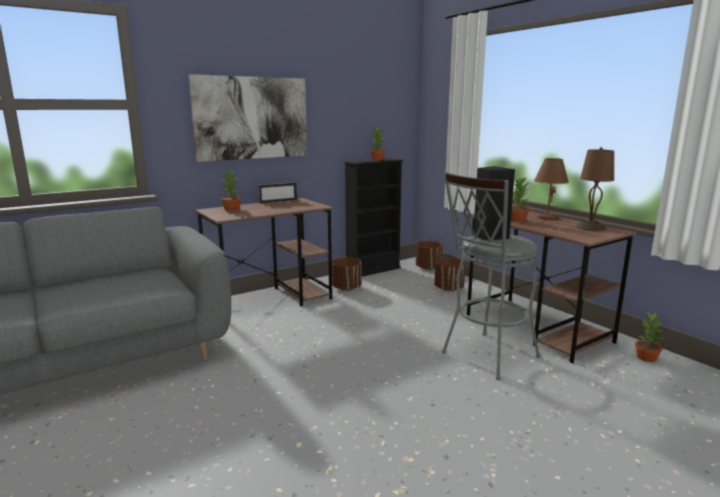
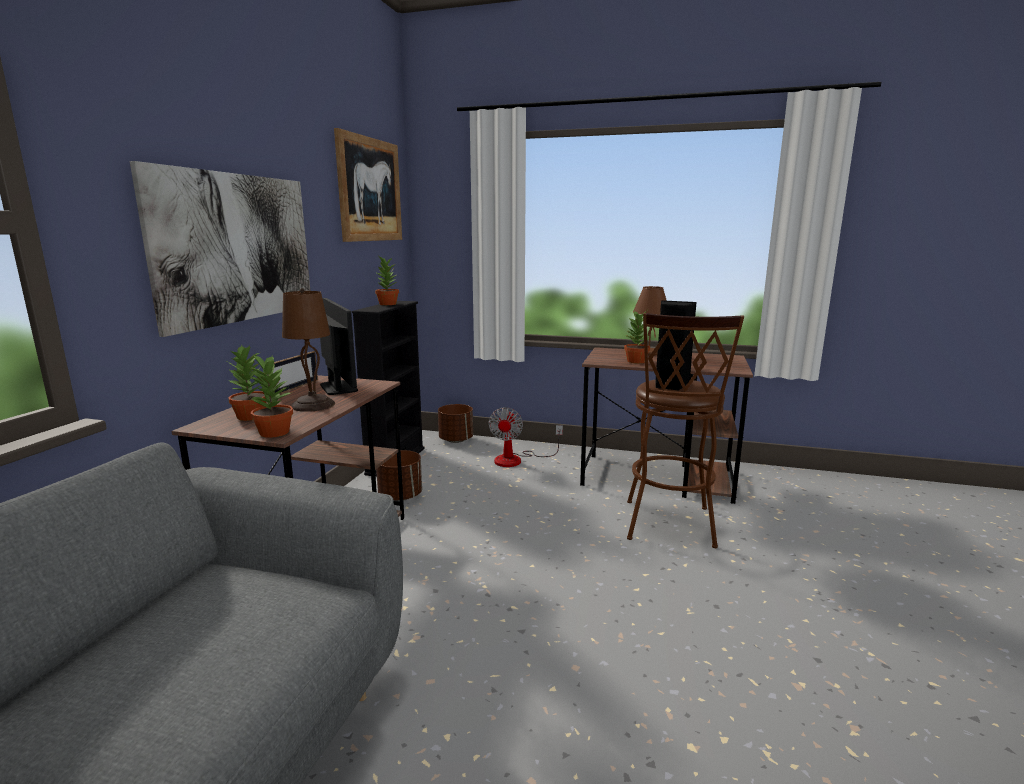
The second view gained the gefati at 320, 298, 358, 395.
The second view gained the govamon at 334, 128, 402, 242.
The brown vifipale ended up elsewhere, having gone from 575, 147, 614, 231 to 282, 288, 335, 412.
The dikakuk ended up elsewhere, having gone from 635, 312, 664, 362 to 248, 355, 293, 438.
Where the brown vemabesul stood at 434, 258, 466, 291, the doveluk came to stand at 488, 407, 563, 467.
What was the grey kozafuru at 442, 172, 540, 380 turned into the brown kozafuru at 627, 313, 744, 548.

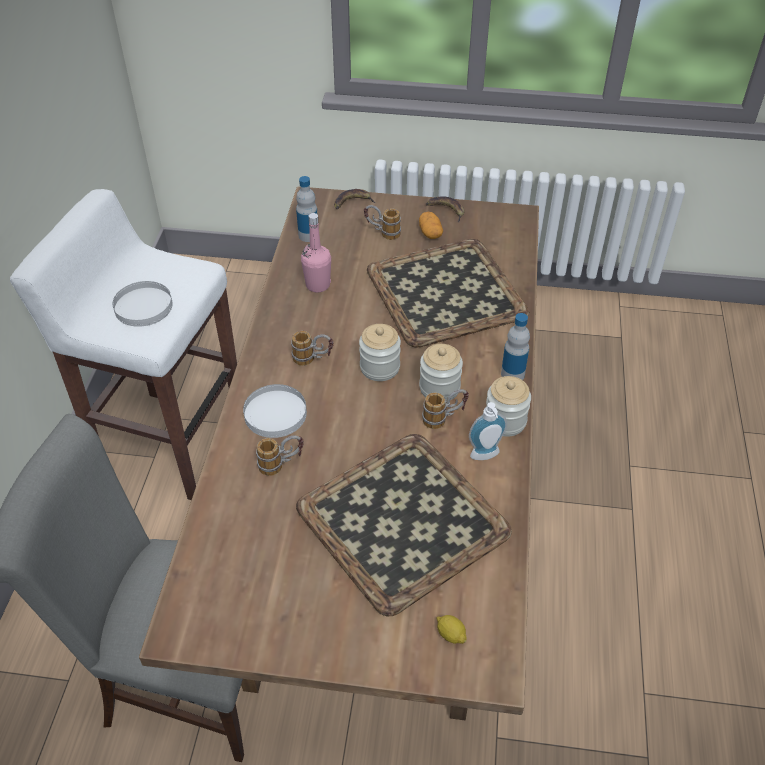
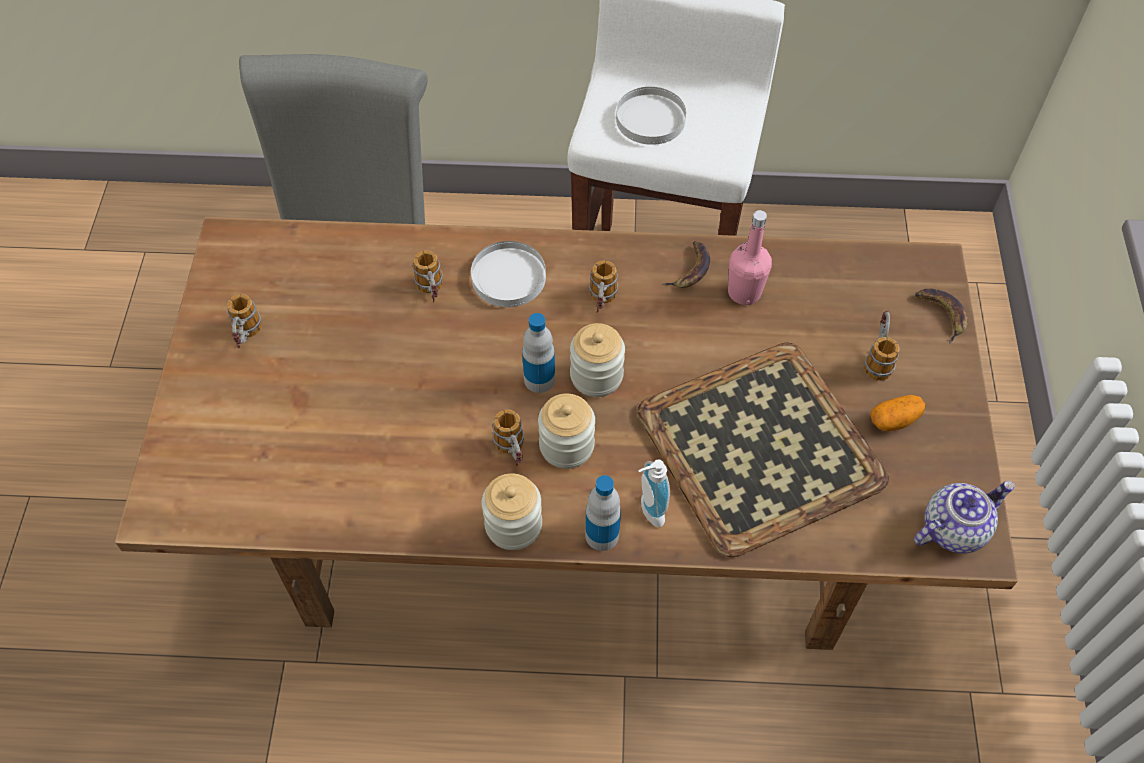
The second view lost the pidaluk at 296, 434, 512, 616.
The second view lost the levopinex at 436, 615, 466, 644.
The second view gained the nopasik at 227, 294, 262, 348.
The second view gained the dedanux at 914, 481, 1015, 553.
The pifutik ended up elsewhere, having gone from 296, 176, 317, 242 to 522, 313, 555, 393.
The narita ended up elsewhere, having gone from 426, 196, 465, 223 to 662, 241, 710, 288.
The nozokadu ended up elsewhere, having gone from 469, 402, 507, 460 to 638, 459, 670, 527.

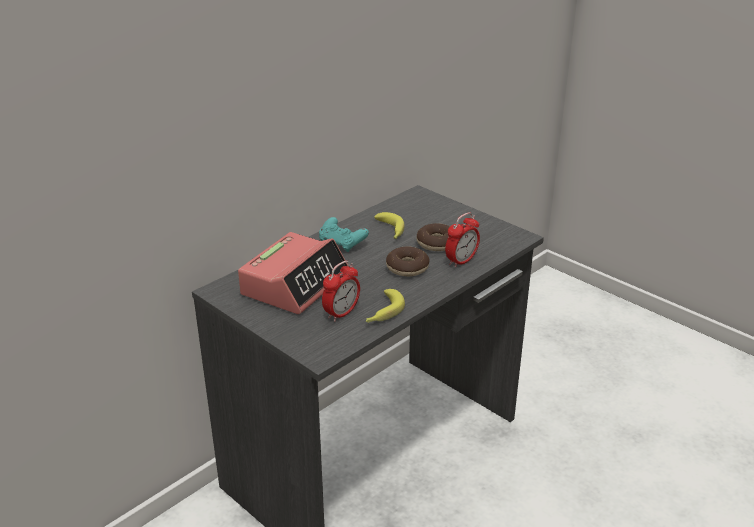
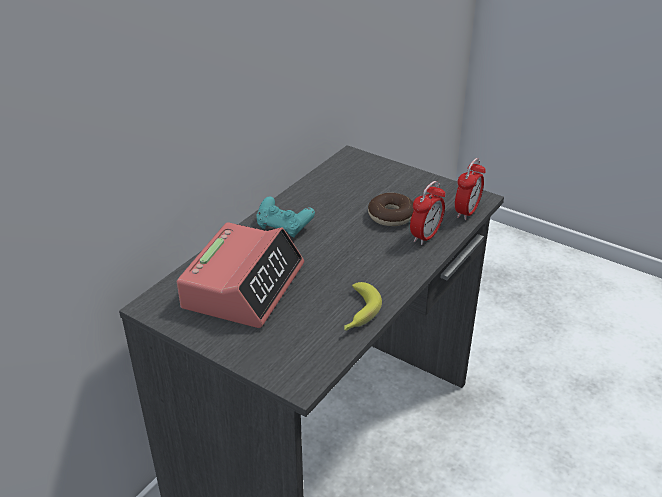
The second view lost the narita at 374, 212, 404, 239.
The second view lost the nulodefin at 386, 247, 429, 276.
The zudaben ended up elsewhere, having gone from 322, 261, 360, 322 to 455, 158, 486, 220.

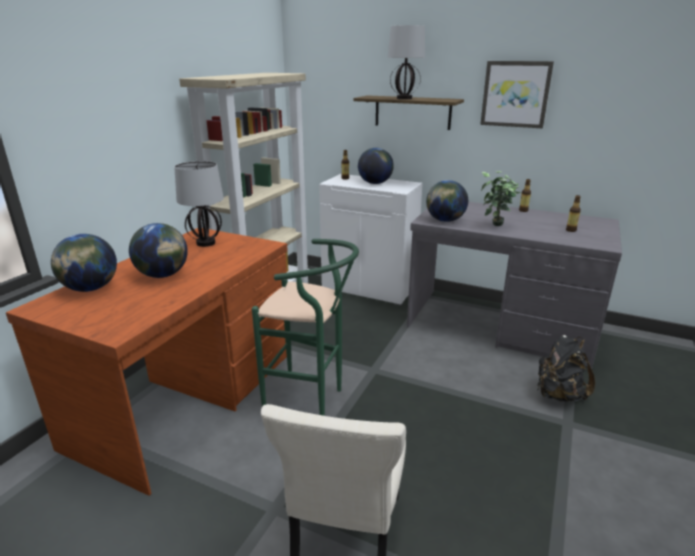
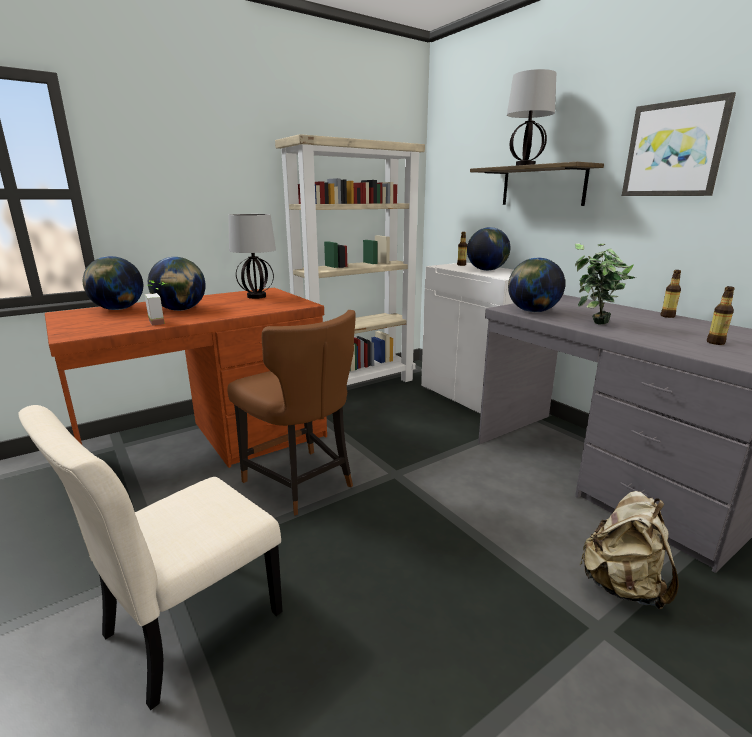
The second view gained the dikakuk at 145, 280, 166, 326.
Where the green kozafuru stood at 252, 239, 359, 416, the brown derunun came to stand at 227, 310, 355, 515.
What was the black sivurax at 537, 335, 595, 402 turned into the beige sivurax at 580, 491, 679, 610.

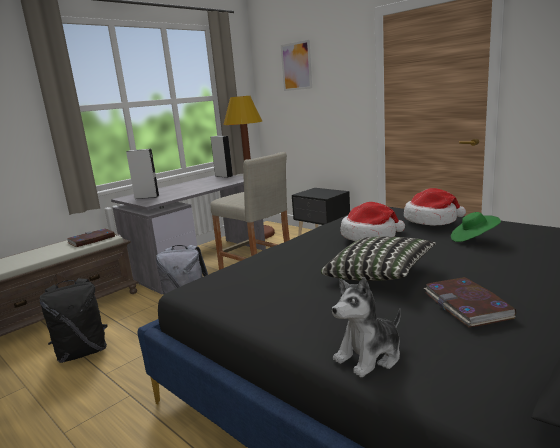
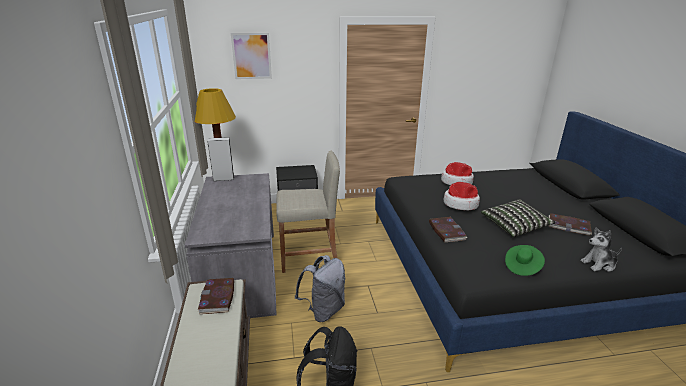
The second view lost the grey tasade at 126, 149, 160, 199.
The second view gained the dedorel at 429, 217, 467, 242.
The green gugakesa ended up elsewhere, having gone from 451, 212, 501, 242 to 505, 245, 545, 276.
The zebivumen at 332, 277, 401, 377 ended up facing another way, 75 degrees clockwise from before.

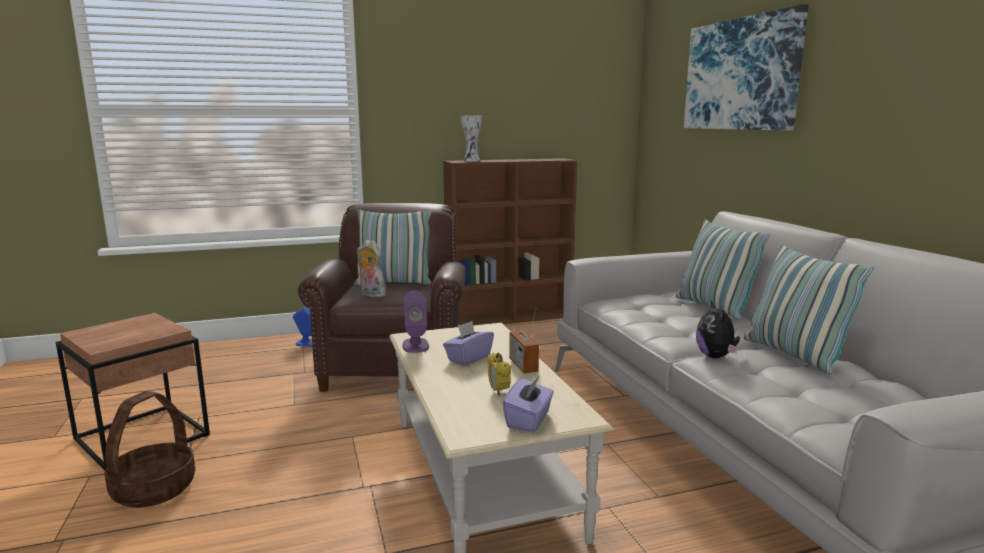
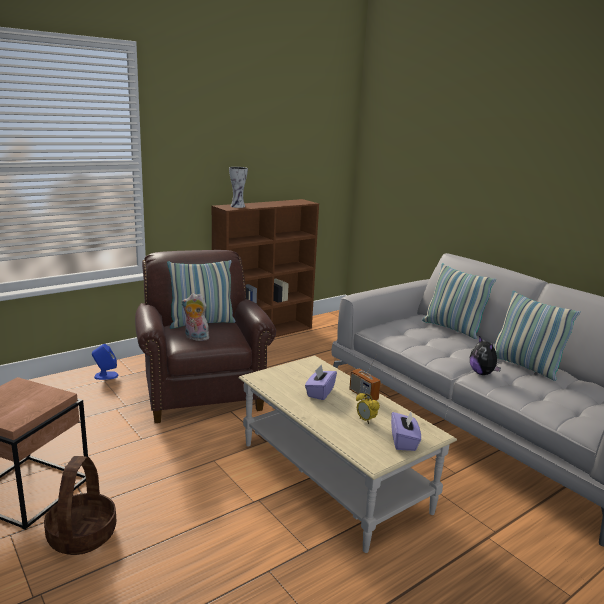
The second view lost the purple tasade at 402, 290, 429, 353.
The second view lost the govamon at 684, 4, 808, 130.

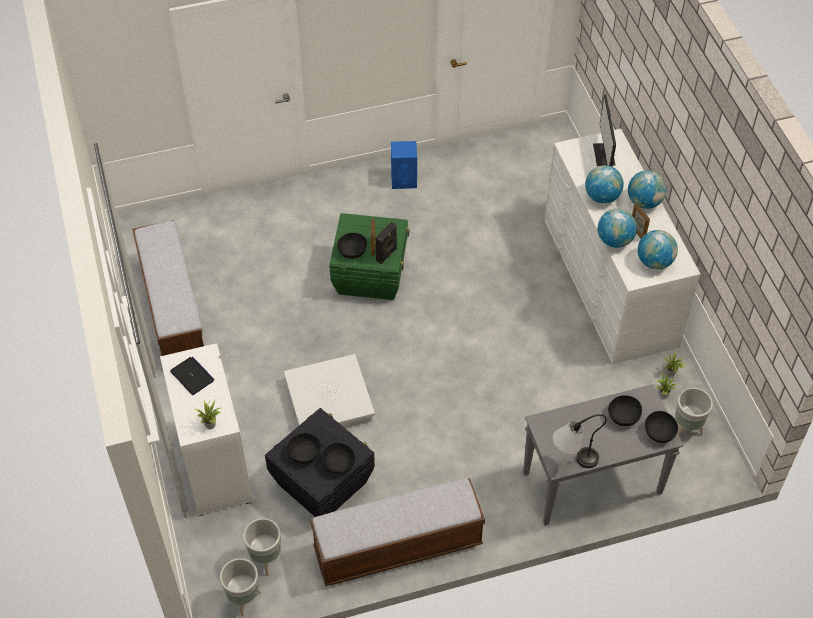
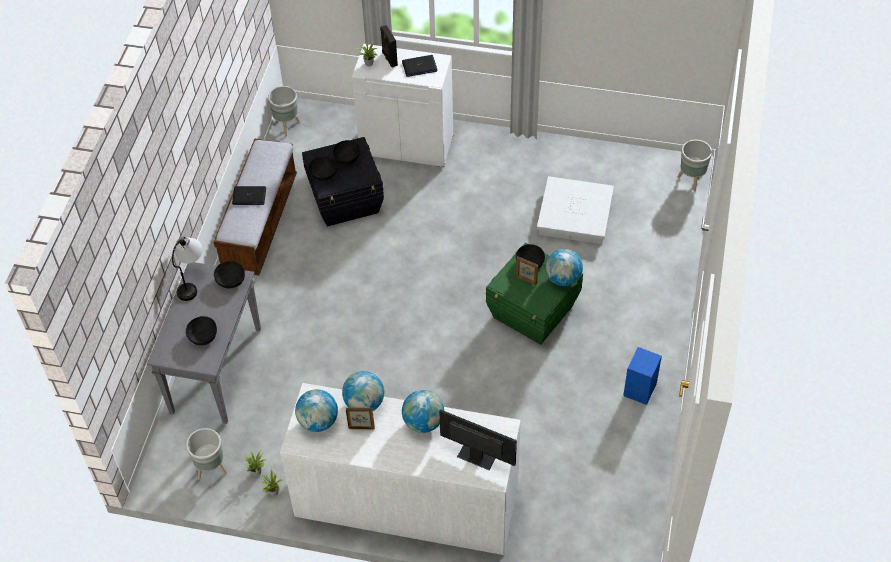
The second view lost the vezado at 132, 220, 204, 356.
The second view gained the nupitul at 232, 186, 266, 205.
The grey vemabesul ended up elsewhere, having gone from 243, 518, 282, 576 to 678, 140, 712, 191.
The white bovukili ended up elsewhere, having gone from 284, 354, 375, 428 to 537, 176, 614, 244.
The black tasade ended up elsewhere, having gone from 375, 222, 397, 264 to 380, 25, 398, 68.
The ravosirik ended up elsewhere, having gone from 628, 171, 667, 209 to 545, 249, 583, 286.
The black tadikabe ended up elsewhere, having gone from 645, 411, 678, 443 to 214, 261, 245, 288.

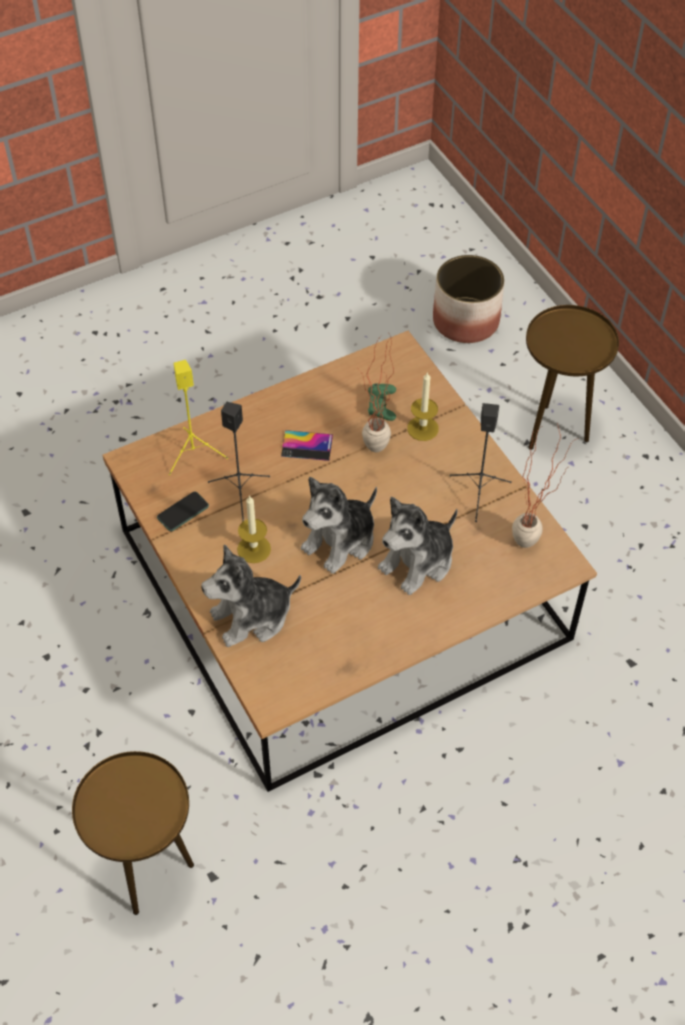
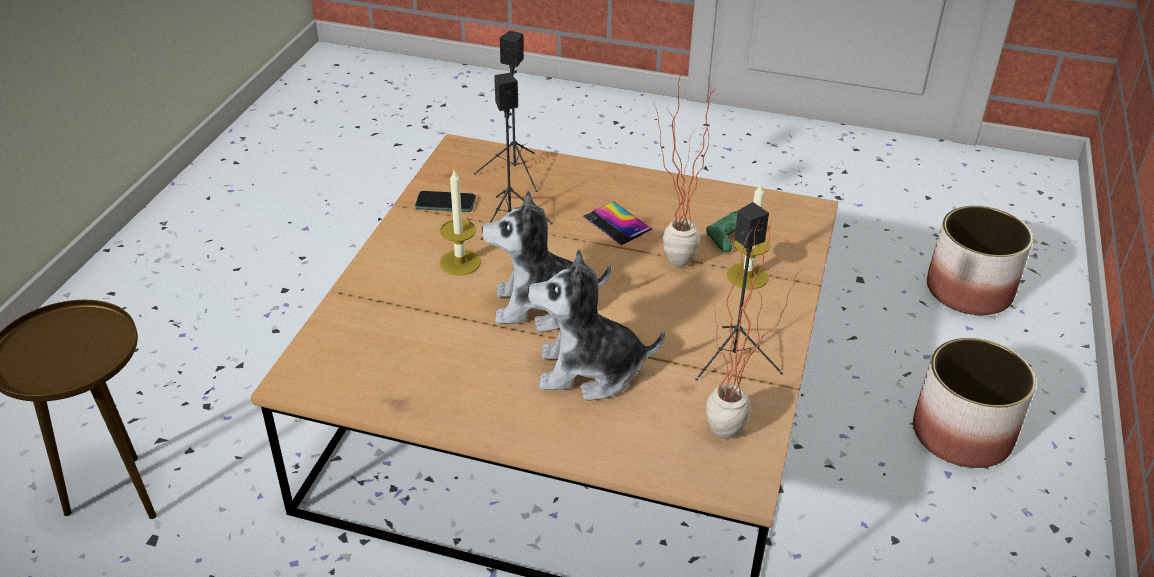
The second view lost the zebivumen at 201, 544, 301, 647.
Where the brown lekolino stood at 526, 305, 619, 450, the vemabesul came to stand at 913, 338, 1036, 468.
What was the yellow tasade at 169, 360, 228, 475 turned into the black tasade at 474, 31, 538, 192.

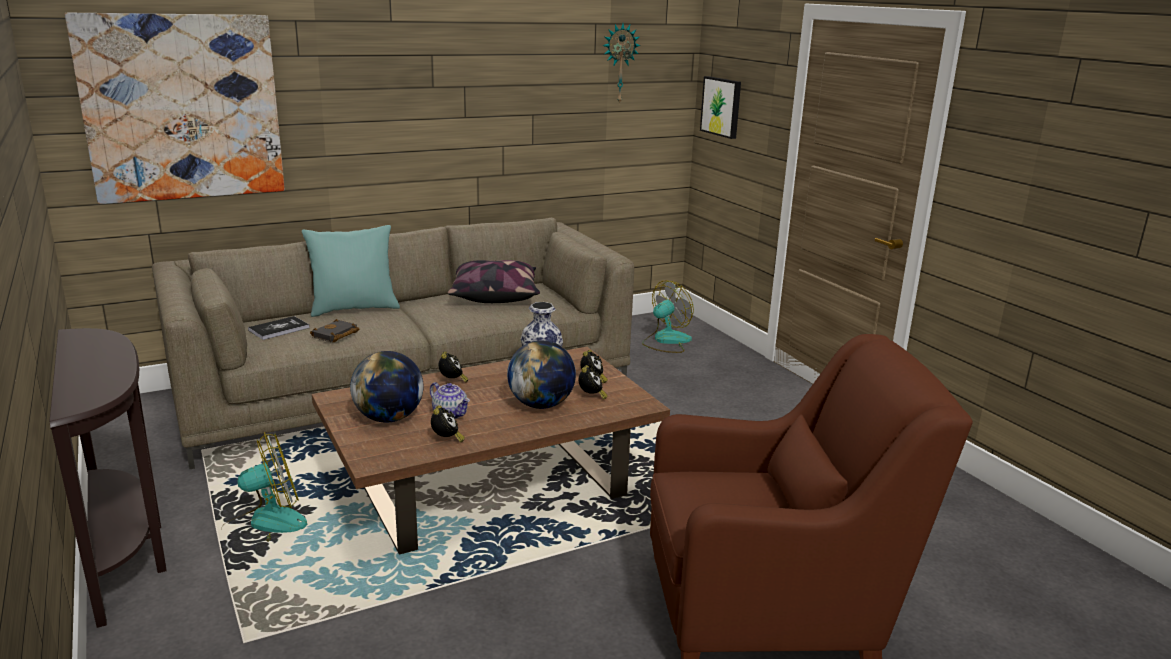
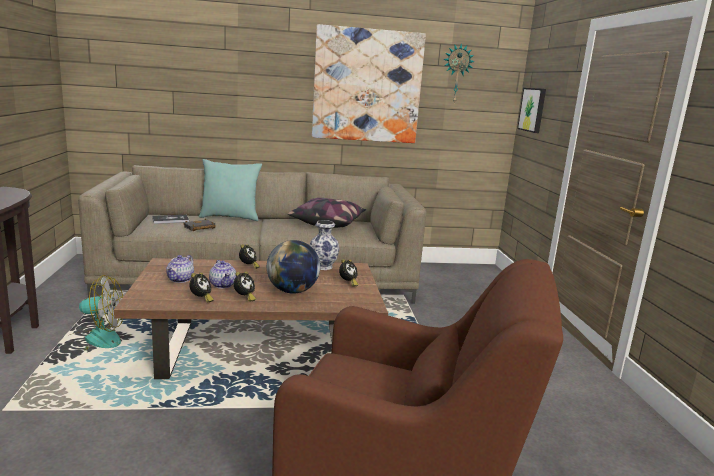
The second view lost the doveluk at 642, 281, 694, 353.
The govamon ended up elsewhere, having gone from 65, 13, 285, 204 to 312, 24, 426, 143.
The zudaben ended up elsewhere, having gone from 578, 365, 608, 399 to 234, 272, 256, 302.
Where the ravosirik stood at 350, 351, 424, 423, the dedanux came to stand at 166, 255, 194, 283.

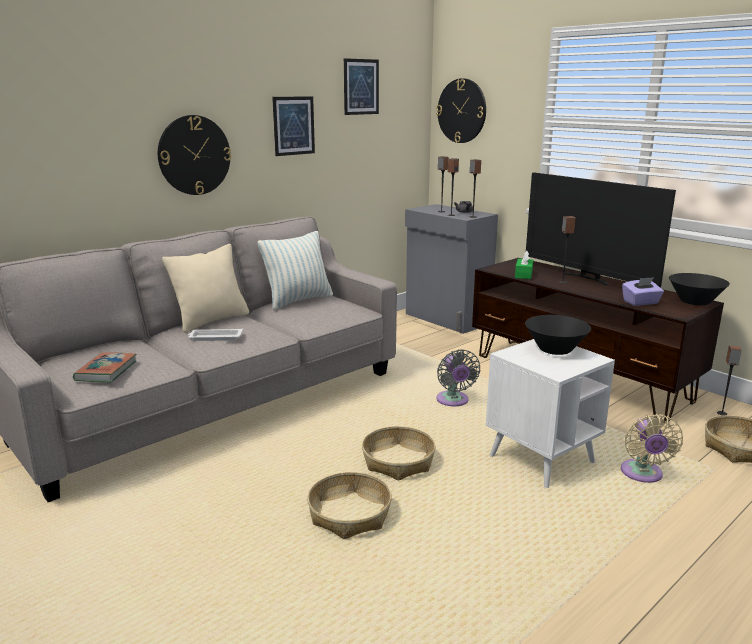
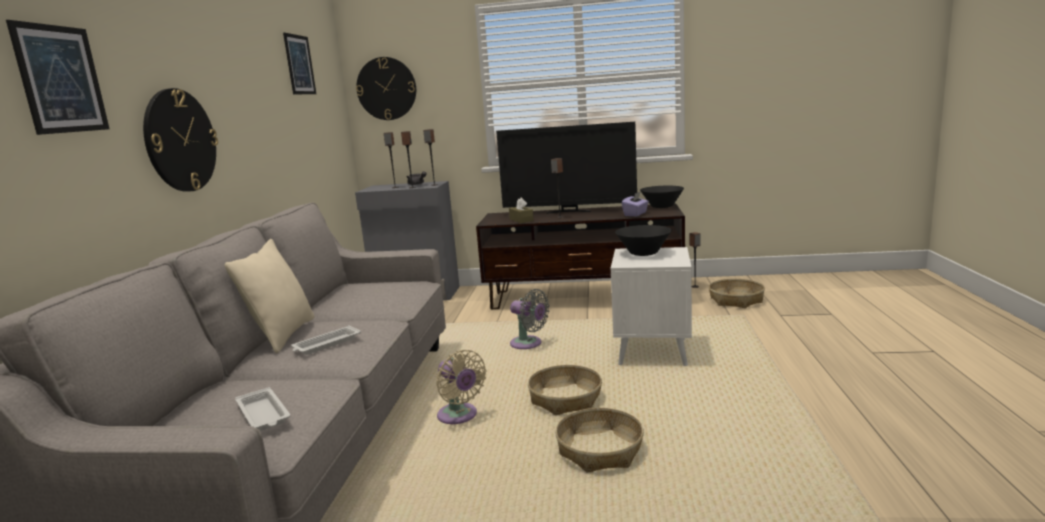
The second view lost the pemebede at 258, 231, 333, 310.
The govamon ended up elsewhere, having gone from 272, 96, 315, 156 to 6, 20, 109, 135.
The beige doveluk ended up elsewhere, having gone from 621, 414, 683, 483 to 436, 350, 486, 424.
Where the dedorel stood at 73, 352, 136, 382, the white pidaluk came to stand at 235, 387, 290, 431.
What was the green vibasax at 515, 251, 533, 279 turned into the brown vibasax at 509, 198, 534, 223.

